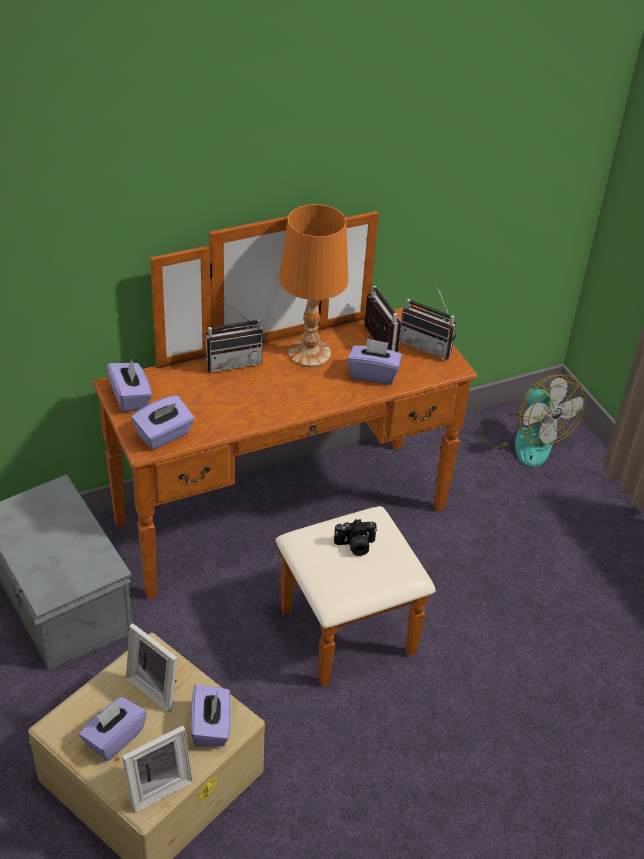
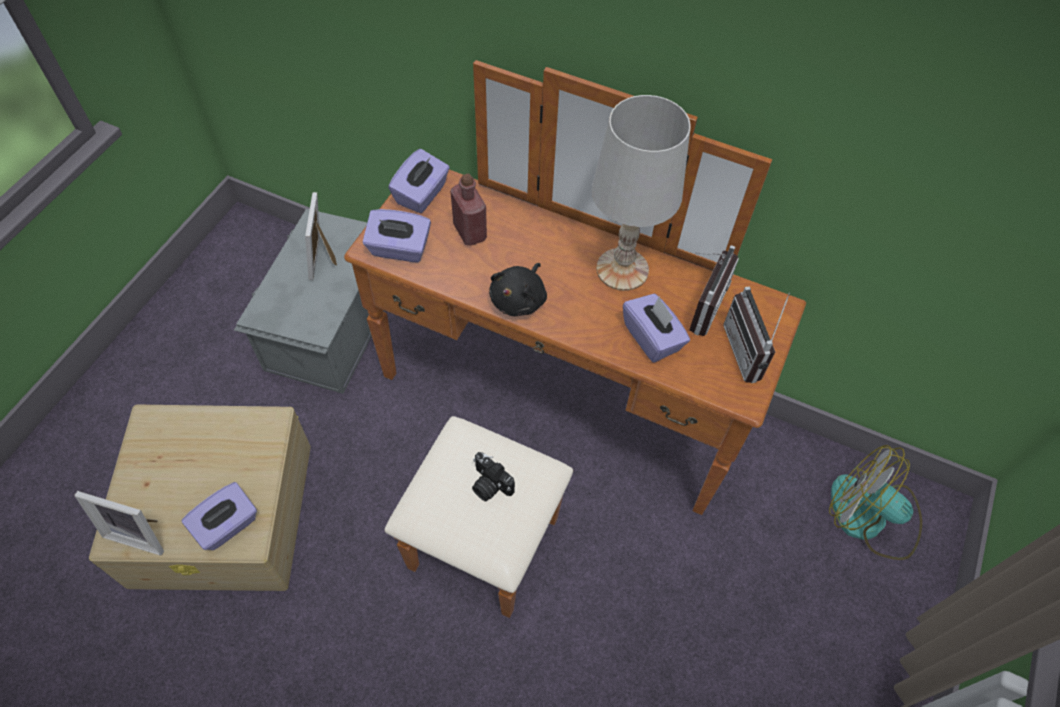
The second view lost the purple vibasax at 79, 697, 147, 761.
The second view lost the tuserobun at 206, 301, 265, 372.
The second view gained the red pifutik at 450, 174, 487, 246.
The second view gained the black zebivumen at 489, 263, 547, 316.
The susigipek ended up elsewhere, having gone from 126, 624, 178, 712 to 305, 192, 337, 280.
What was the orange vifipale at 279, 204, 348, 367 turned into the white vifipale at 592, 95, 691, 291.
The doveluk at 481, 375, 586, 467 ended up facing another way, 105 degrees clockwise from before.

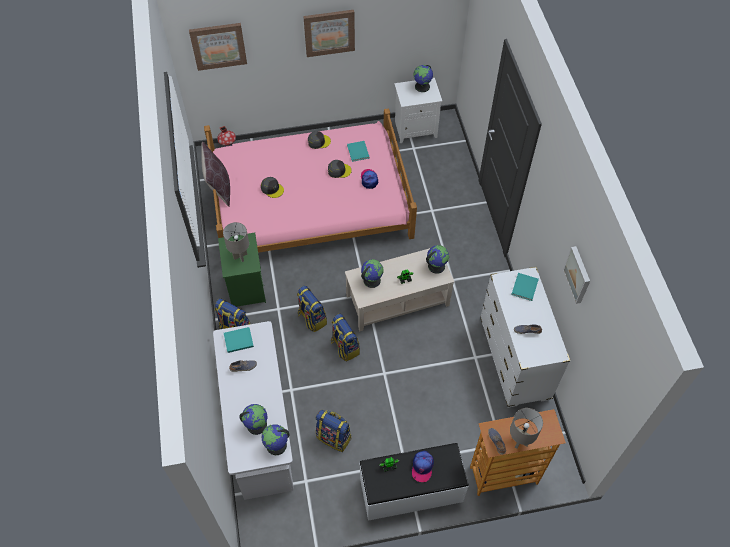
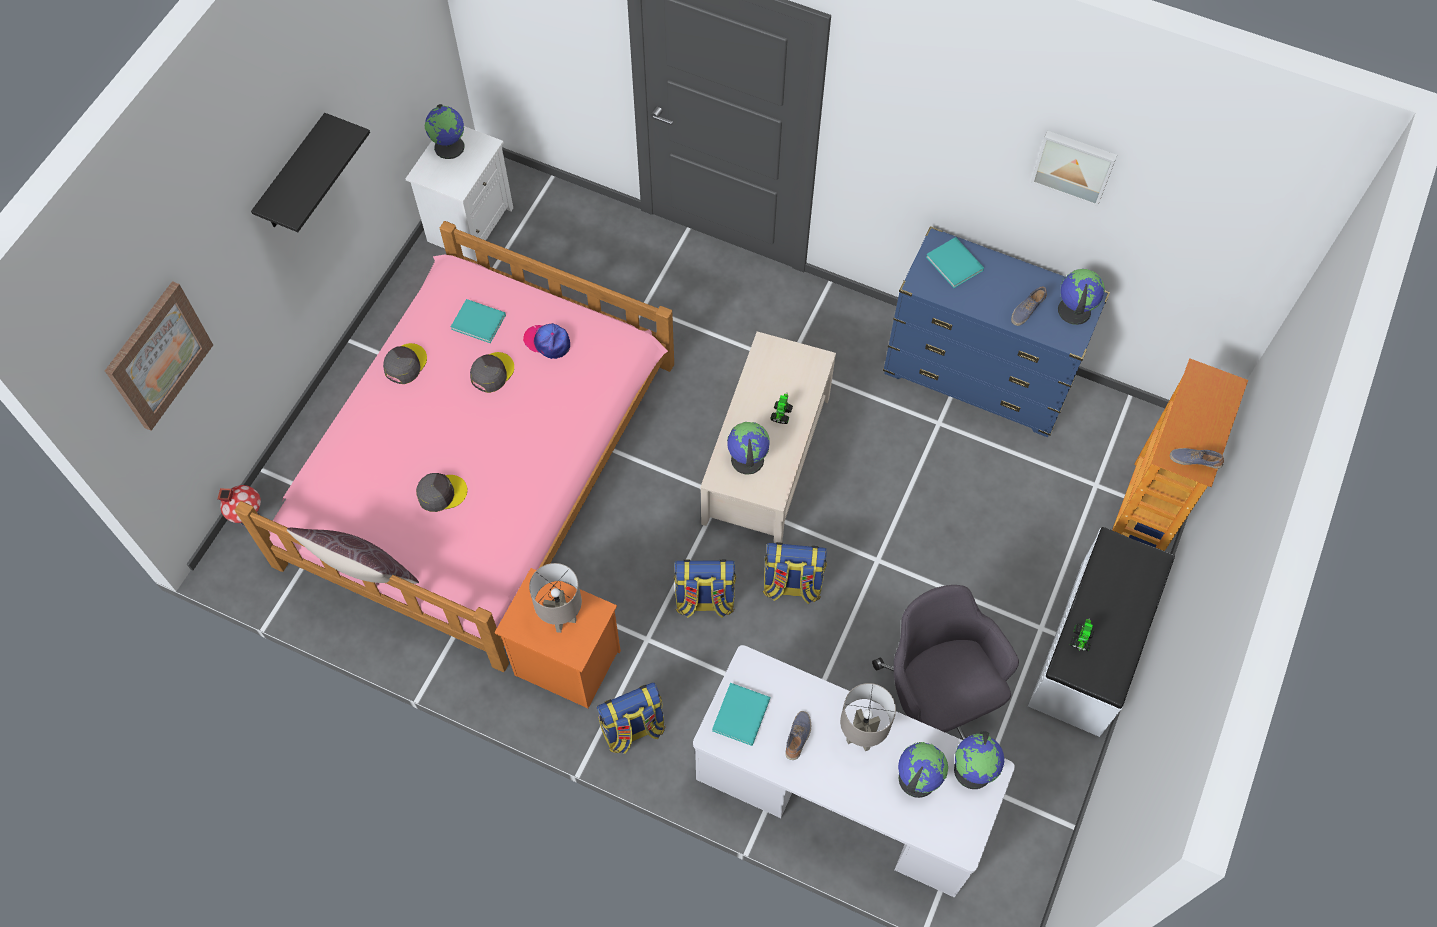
The second view lost the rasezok at 412, 451, 434, 482.
The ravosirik ended up elsewhere, having gone from 426, 245, 449, 274 to 1058, 269, 1105, 325.
The grey vifipale ended up elsewhere, having gone from 510, 408, 543, 449 to 840, 683, 896, 751.
Where the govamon hung at 303, 10, 355, 57, the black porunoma came to hang at 251, 113, 370, 232.
Where the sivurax stood at 316, 410, 351, 452, the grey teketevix came to stand at 872, 585, 1019, 740.
What was the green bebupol at 218, 233, 266, 307 turned into the orange bebupol at 495, 568, 621, 709.
What was the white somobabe at 480, 267, 570, 408 turned into the blue somobabe at 883, 226, 1110, 437.

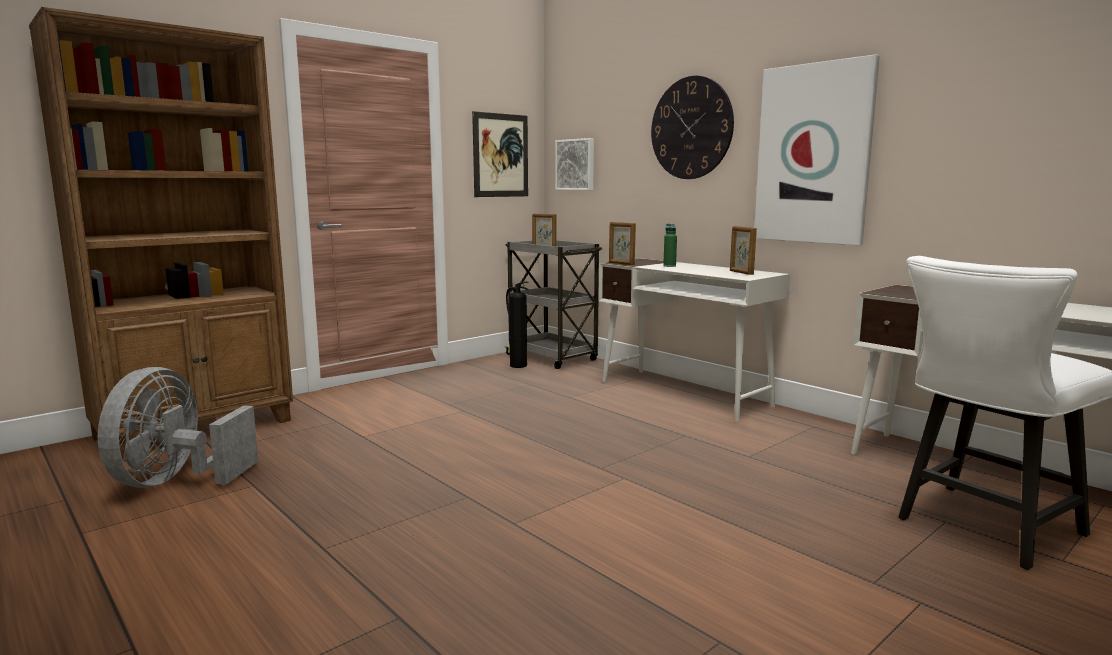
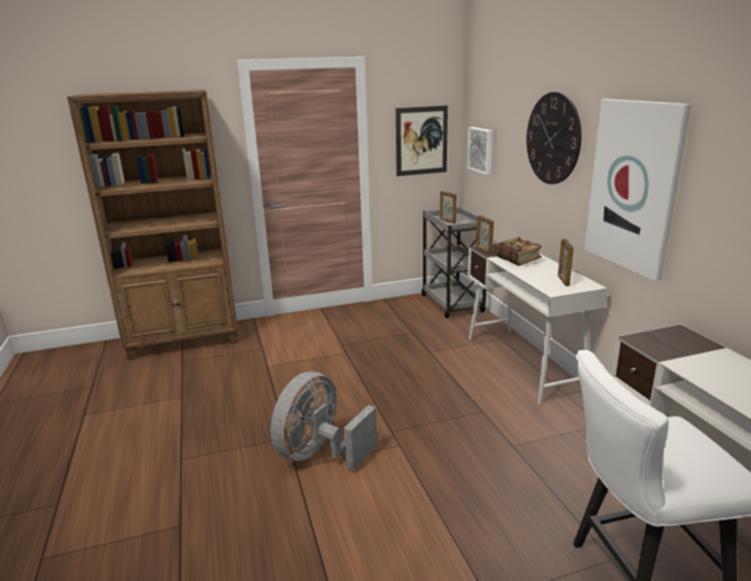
The second view lost the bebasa at 506, 282, 529, 368.
The grey doveluk ended up elsewhere, having gone from 98, 367, 259, 488 to 271, 372, 377, 471.
Where the green pifutik stood at 663, 224, 677, 267, the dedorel came to stand at 496, 237, 542, 266.

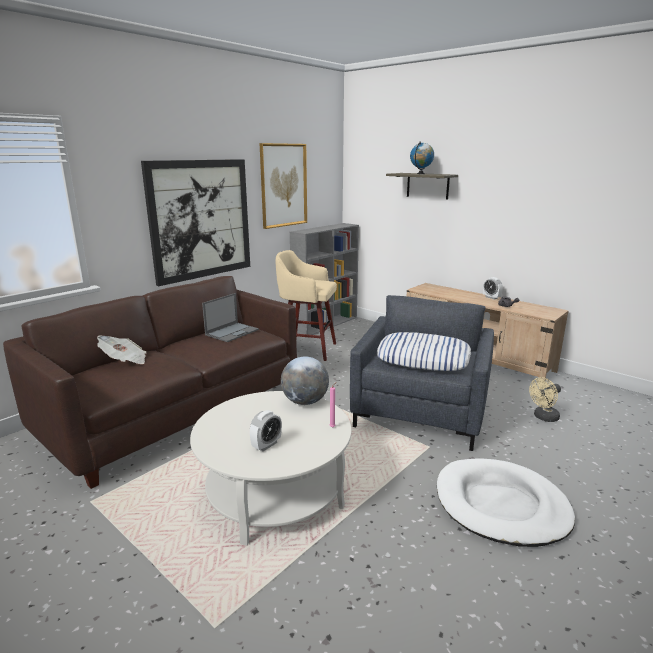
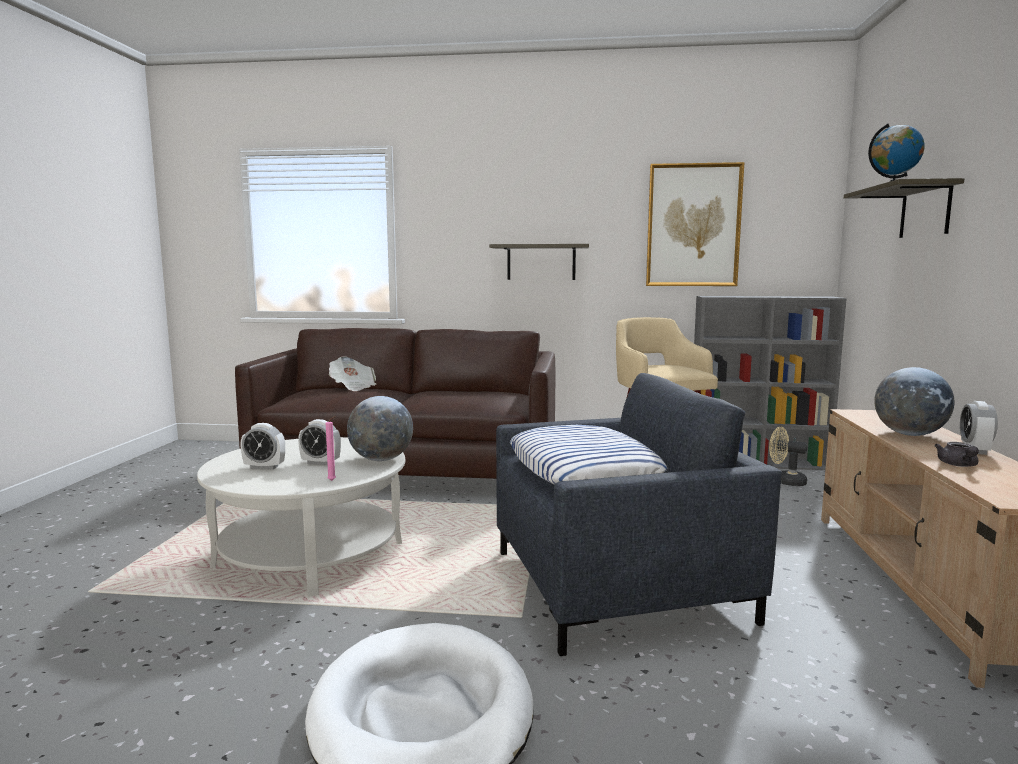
The second view lost the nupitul at 202, 293, 259, 342.
The second view gained the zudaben at 298, 419, 341, 465.
The second view gained the ravosirik at 874, 367, 954, 436.
The beige doveluk ended up elsewhere, having gone from 529, 377, 561, 422 to 769, 427, 808, 486.
Where the govamon hung at 141, 159, 250, 286, the porunoma came to hang at 489, 244, 589, 280.

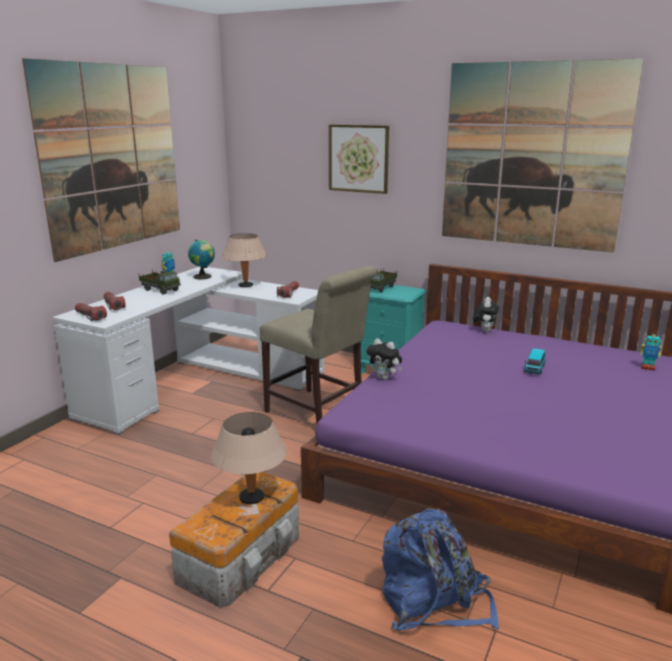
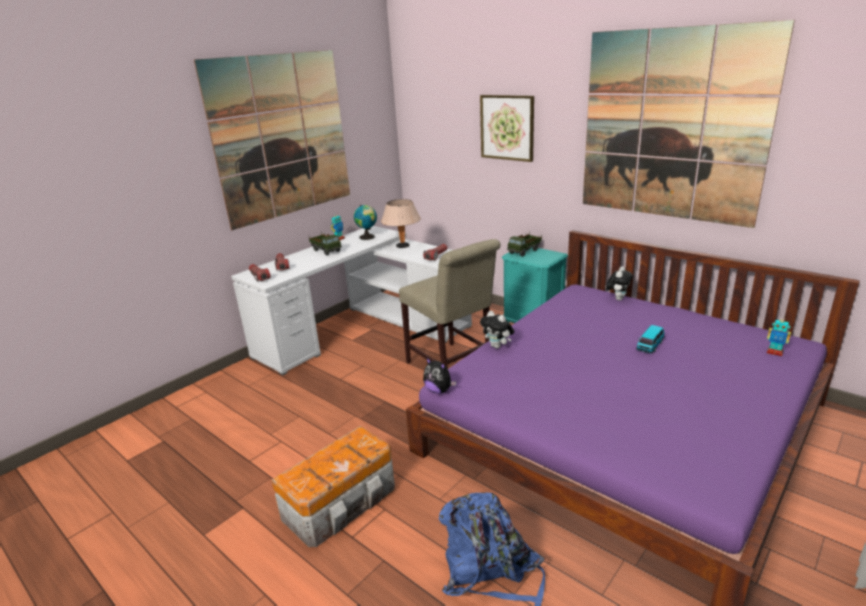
The second view lost the beige vifipale at 211, 412, 287, 504.
The second view gained the zebivumen at 423, 357, 456, 394.

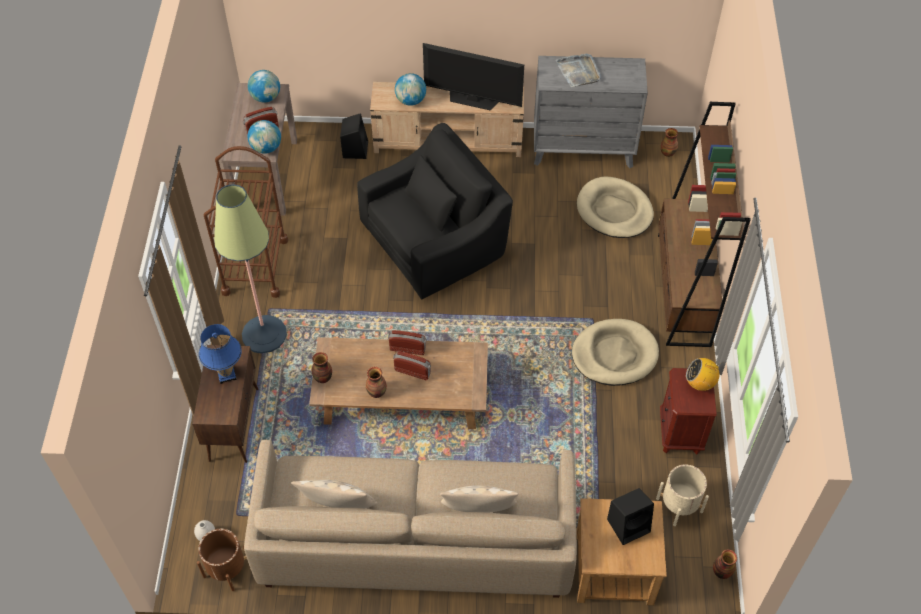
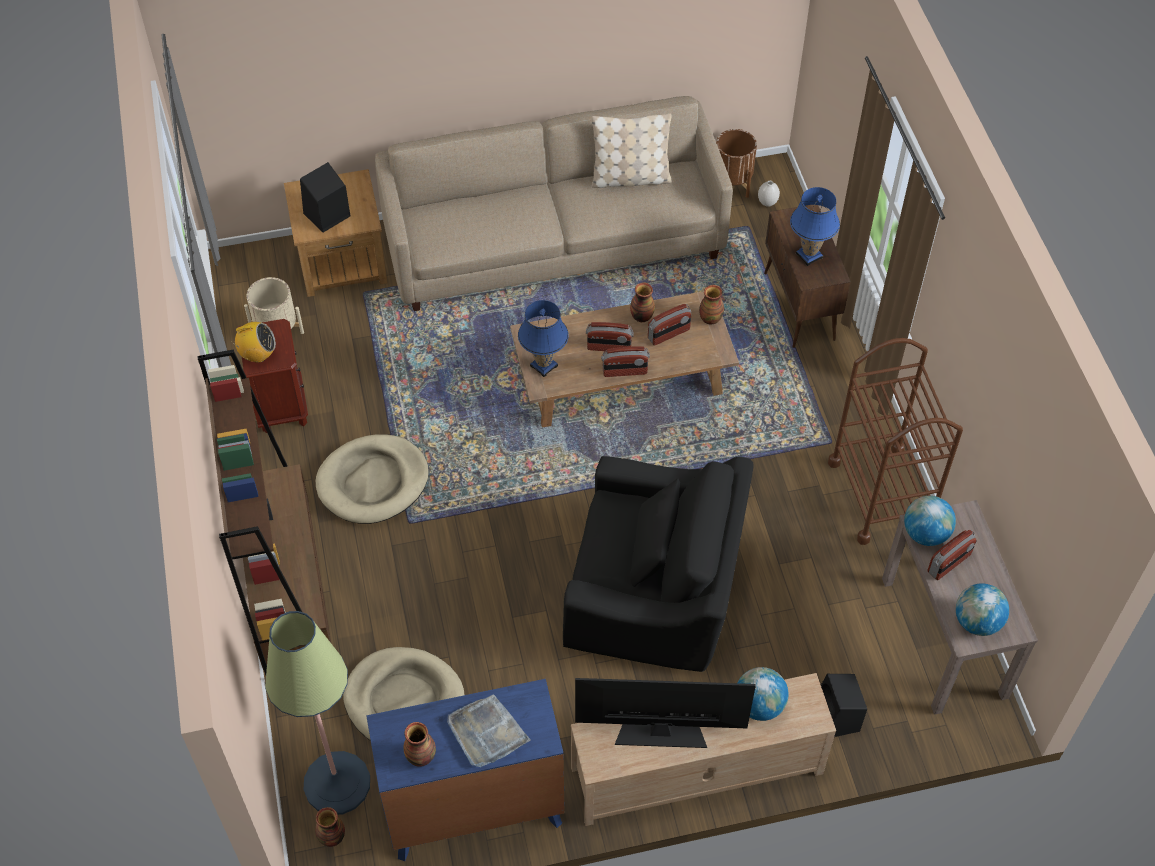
The second view lost the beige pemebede at 440, 485, 519, 513.
The second view gained the blue vifipale at 518, 300, 569, 377.
The second view gained the tuserobun at 648, 304, 691, 346.
The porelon ended up elsewhere, having gone from 214, 184, 287, 354 to 265, 611, 370, 815.
The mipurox ended up elsewhere, having gone from 713, 549, 737, 579 to 403, 722, 436, 767.
What was the grey somobabe at 534, 56, 648, 168 turned into the blue somobabe at 366, 679, 565, 861.
The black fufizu at 357, 123, 513, 299 ended up facing another way, 120 degrees counterclockwise from before.

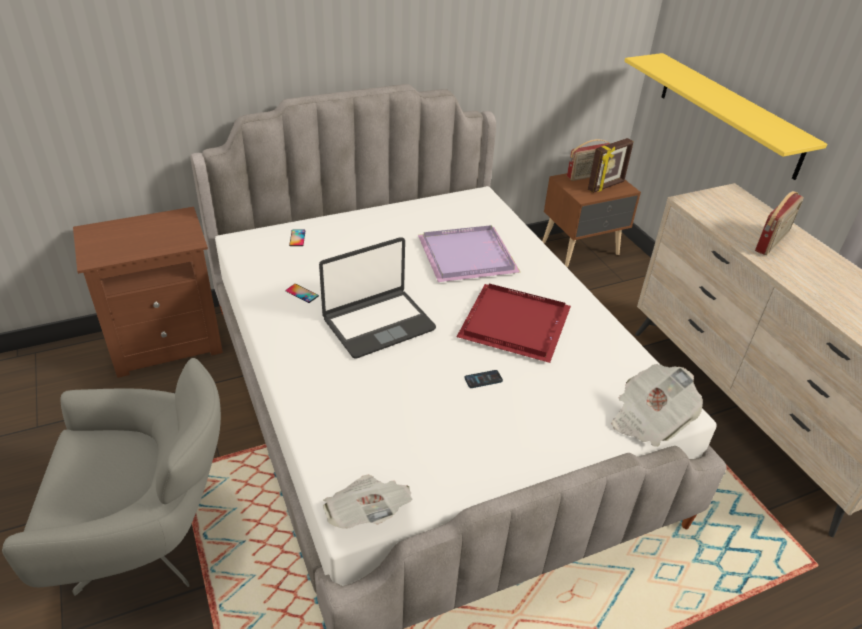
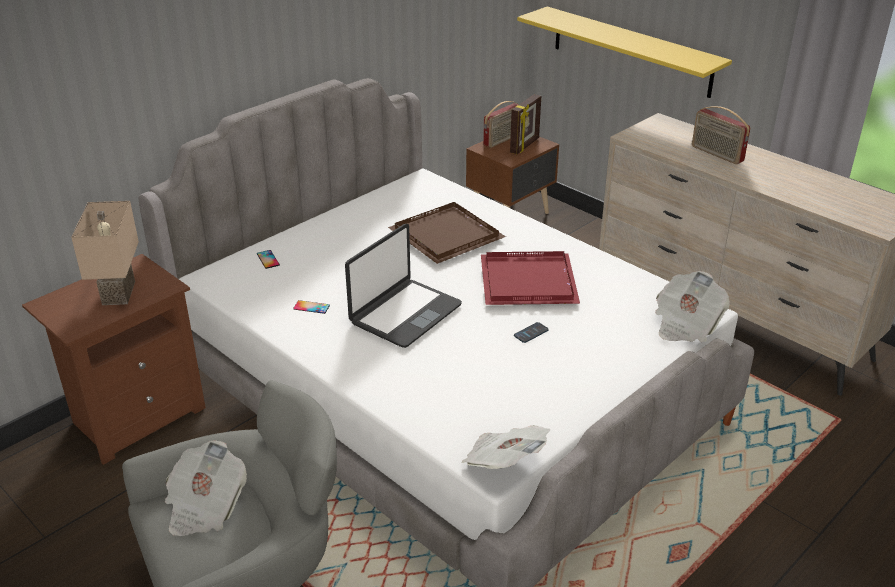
The second view gained the beige vifipale at 71, 201, 139, 305.
The second view gained the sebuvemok at 165, 440, 247, 536.
What was the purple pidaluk at 418, 225, 520, 282 turned into the brown pidaluk at 388, 202, 506, 264.
The tuserobun at 755, 191, 804, 255 ended up facing another way, 120 degrees clockwise from before.

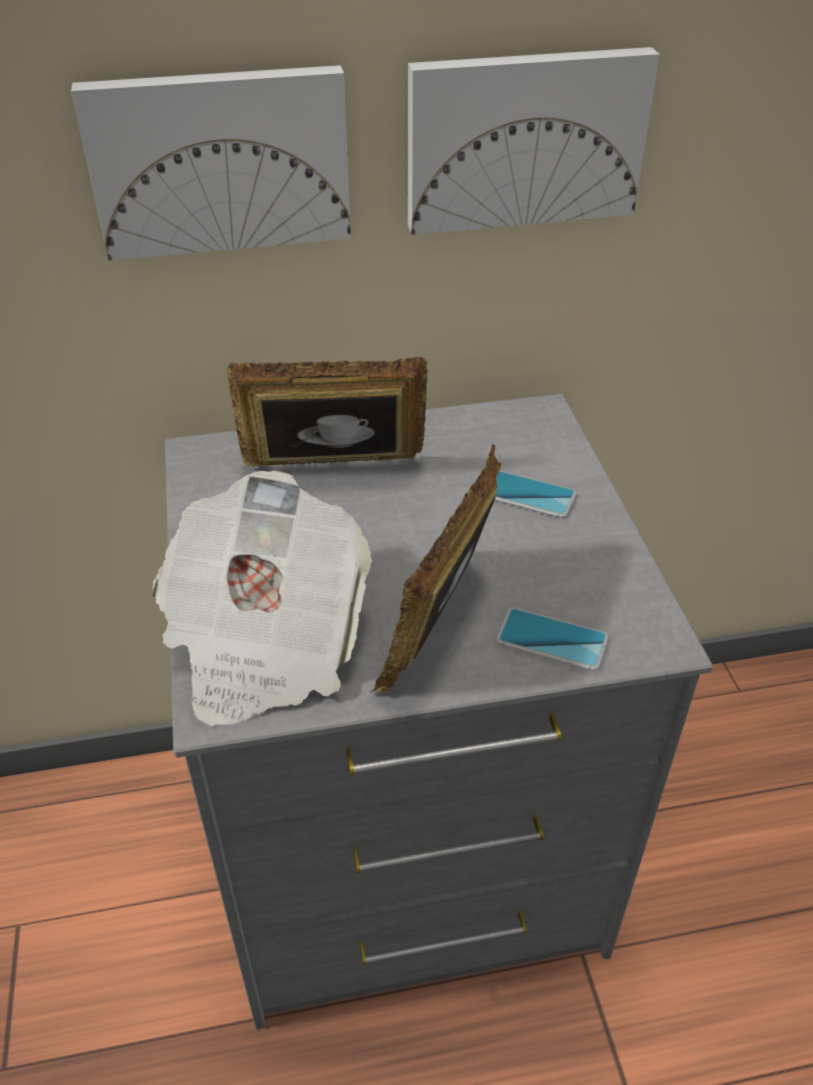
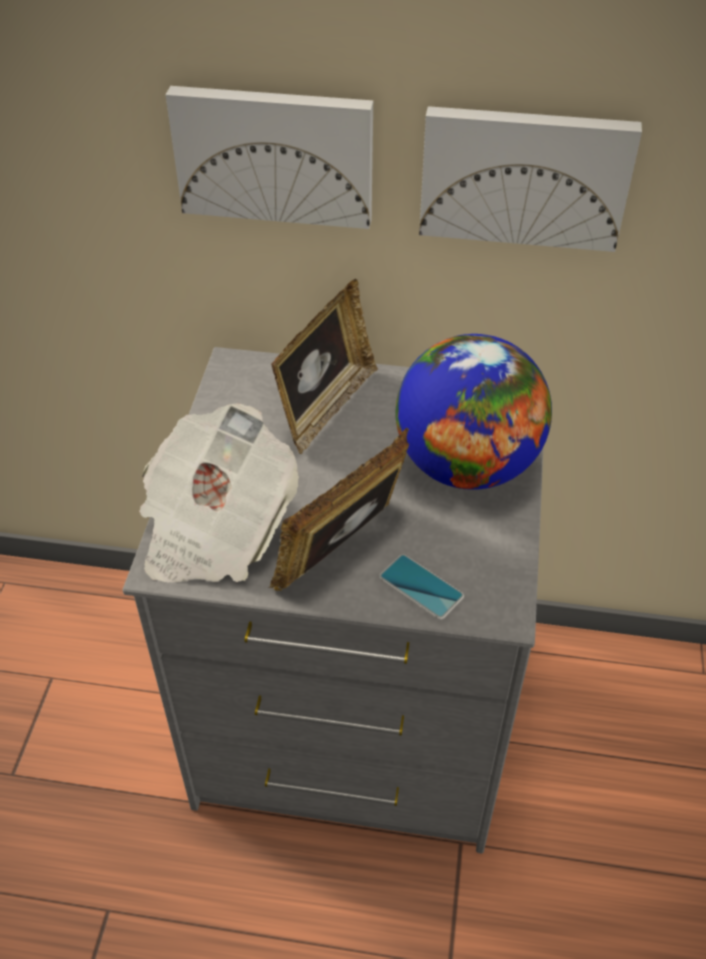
Where the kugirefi stood at 495, 471, 576, 518, the ravosirik came to stand at 395, 334, 552, 490.
The susigipek at 227, 357, 428, 467 ended up facing another way, 105 degrees clockwise from before.

